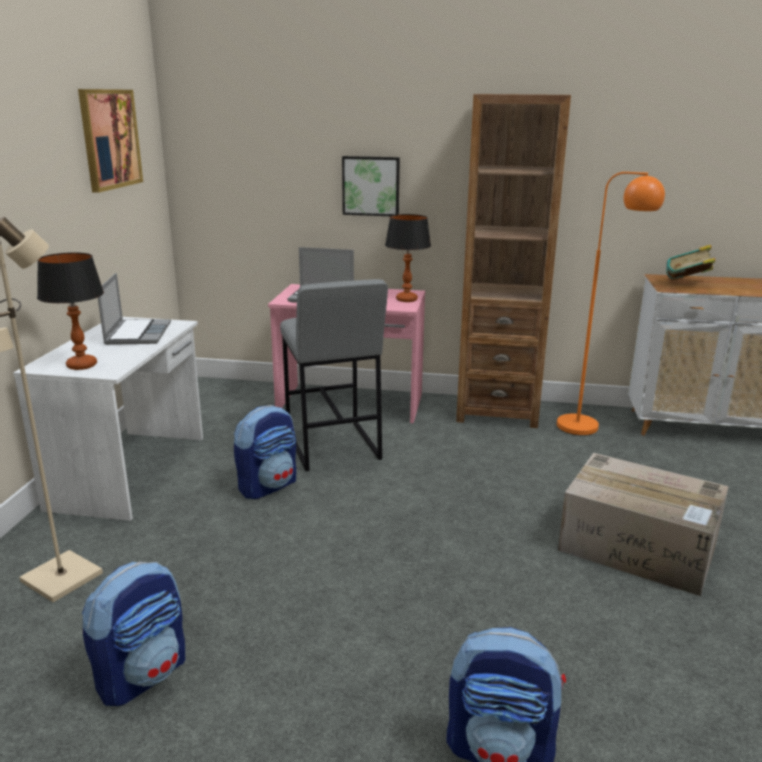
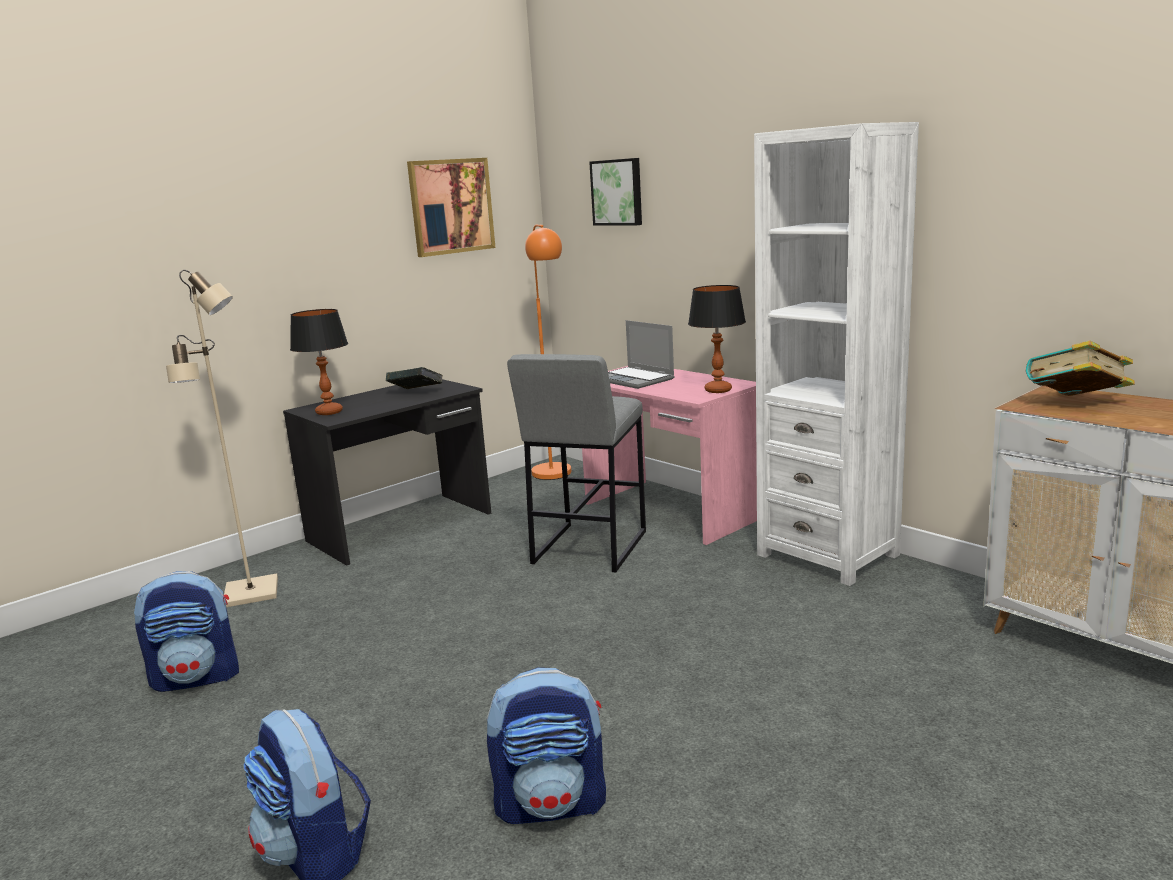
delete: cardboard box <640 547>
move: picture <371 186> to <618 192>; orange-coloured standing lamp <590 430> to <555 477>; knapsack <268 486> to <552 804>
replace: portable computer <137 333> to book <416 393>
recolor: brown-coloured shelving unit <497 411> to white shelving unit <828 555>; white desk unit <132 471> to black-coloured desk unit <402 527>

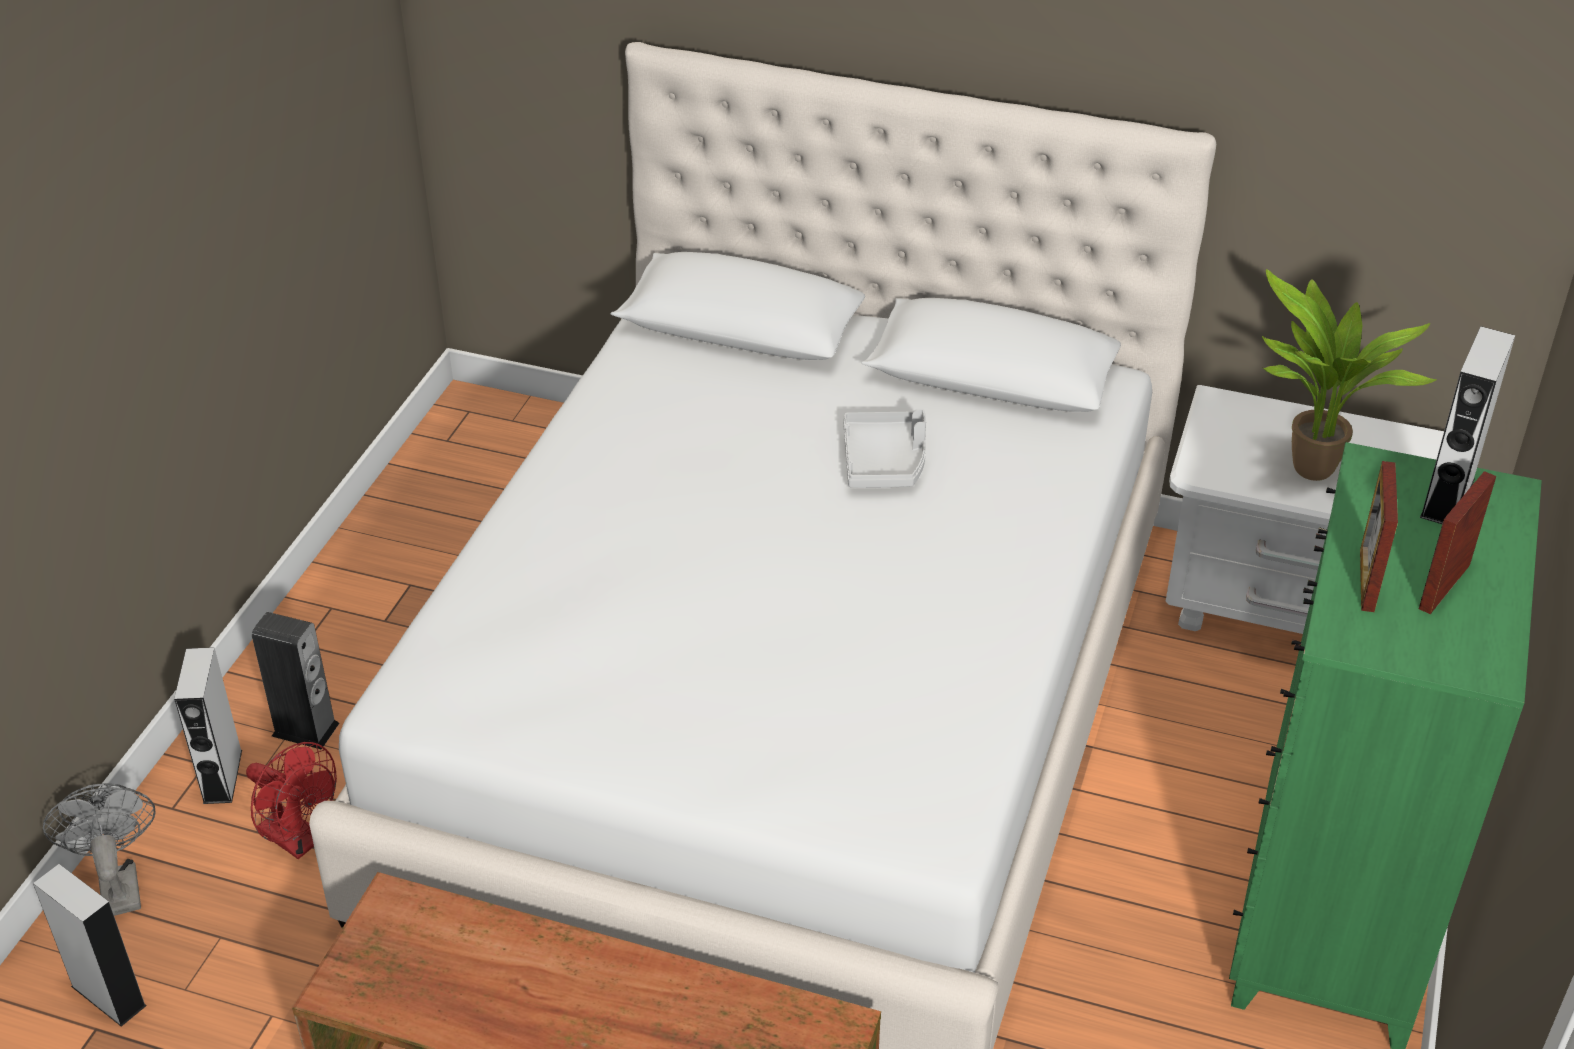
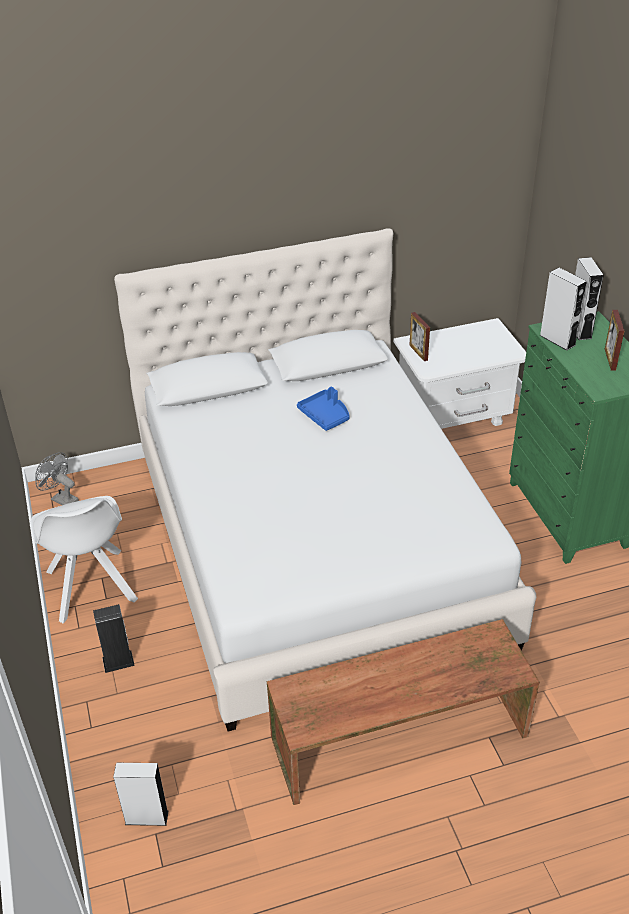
delete: plant in a pot <1308 474>; reddish electric fan <299 840>
insert: white upright chair <91 587>
move: standing frame <1367 580> to <418 352>; gray speaker <222 776> to <557 340>; gray electric fan <118 884> to <61 499>
recolor: gray tray <885 461> to blue tray <325 415>

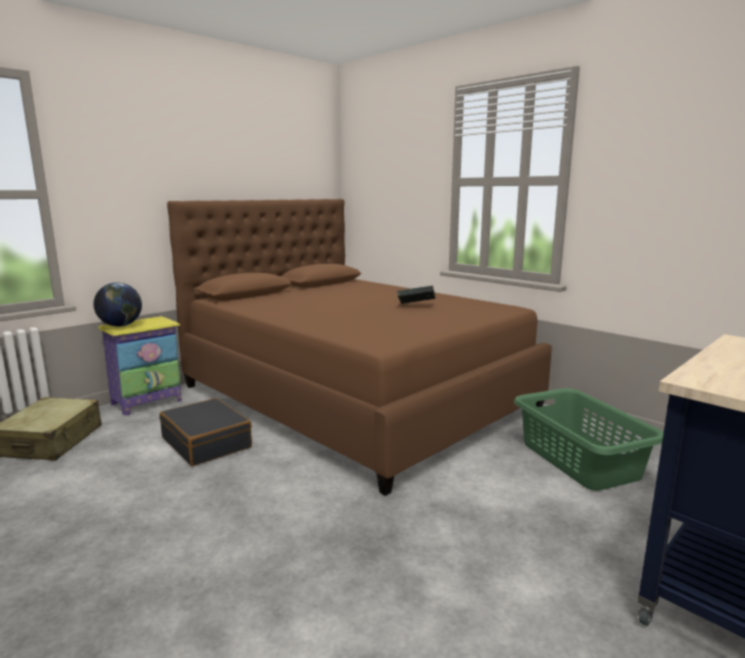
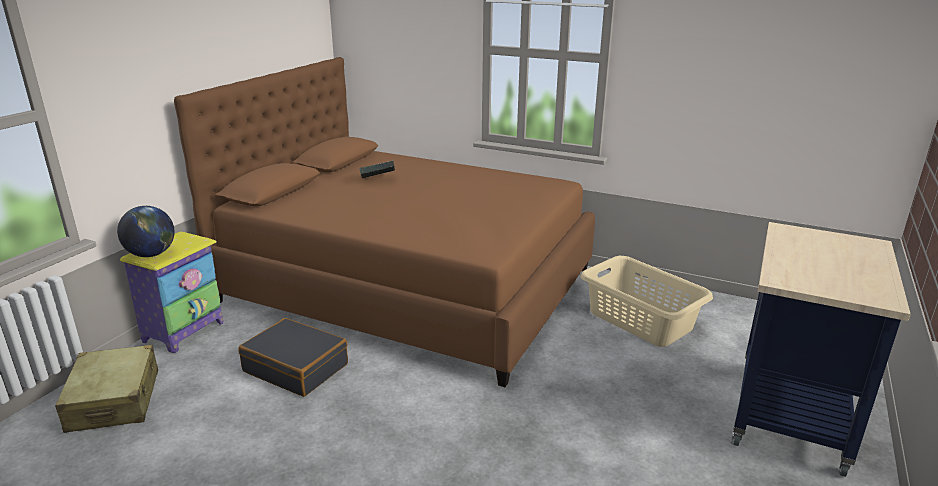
move: book <416 306> to <377 180>
recolor: greenish washing basket <579 459> to sand-coloured washing basket <640 319>

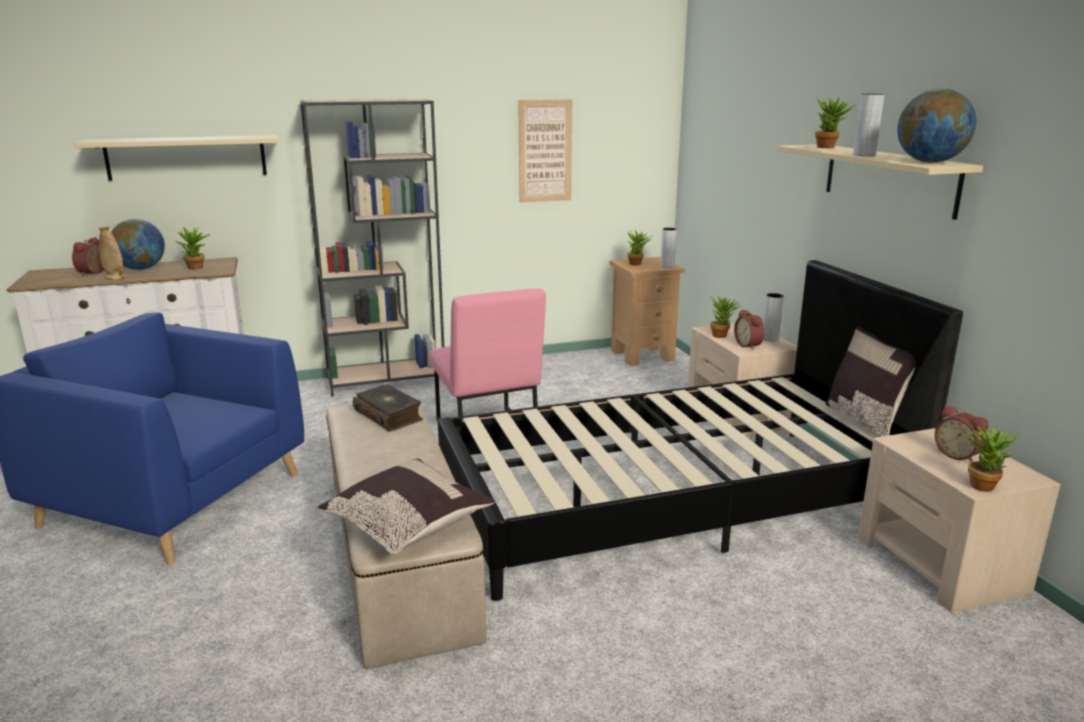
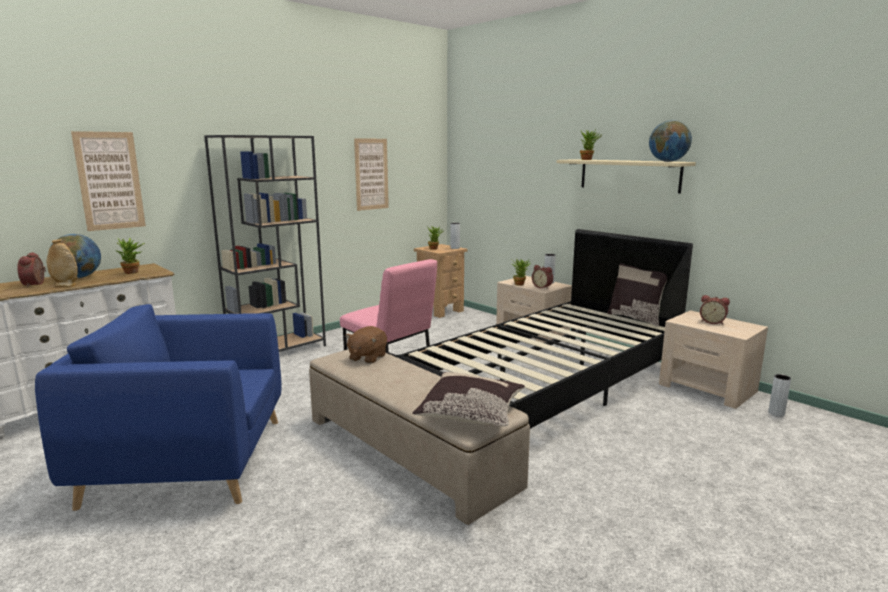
delete: plant in a pot <983 485>
move: gray flower vase <864 155> to <776 413>
replace: sand-coloured shelf <186 157> to picture <110 181>; book <389 416> to brown-coloured soft toy <367 357>

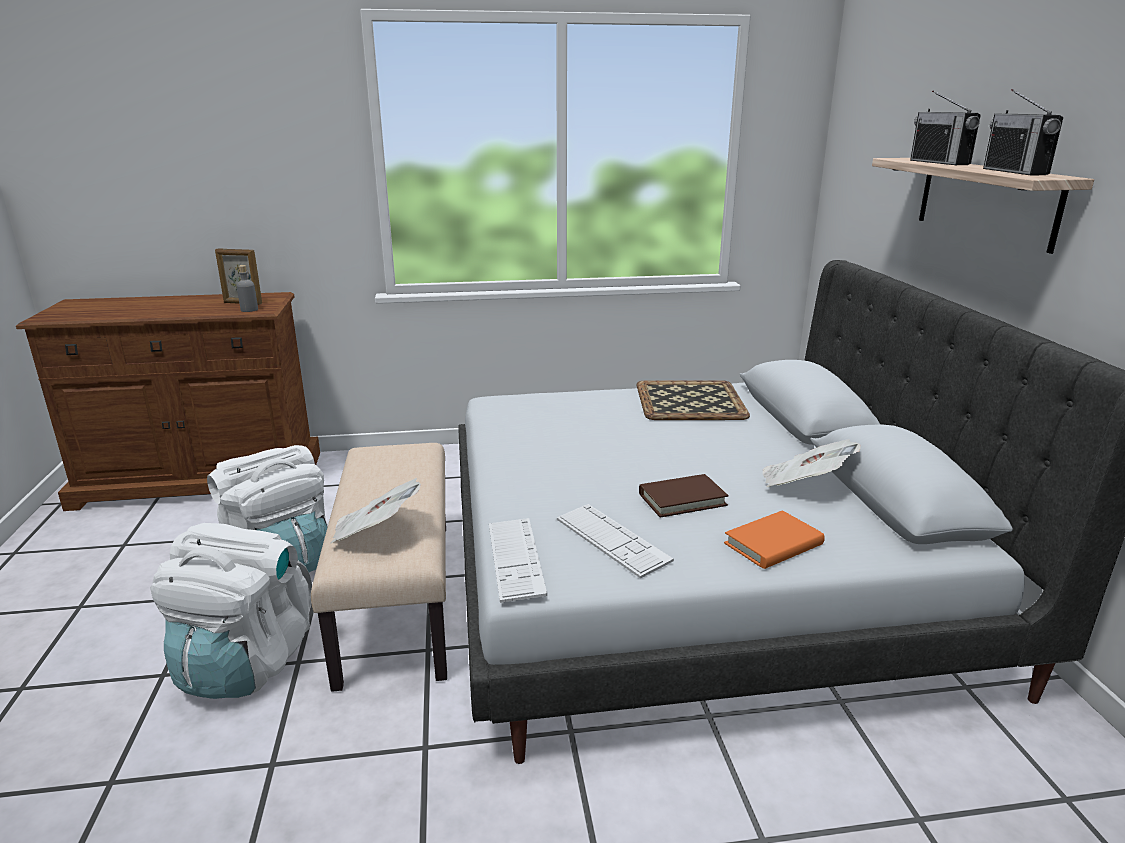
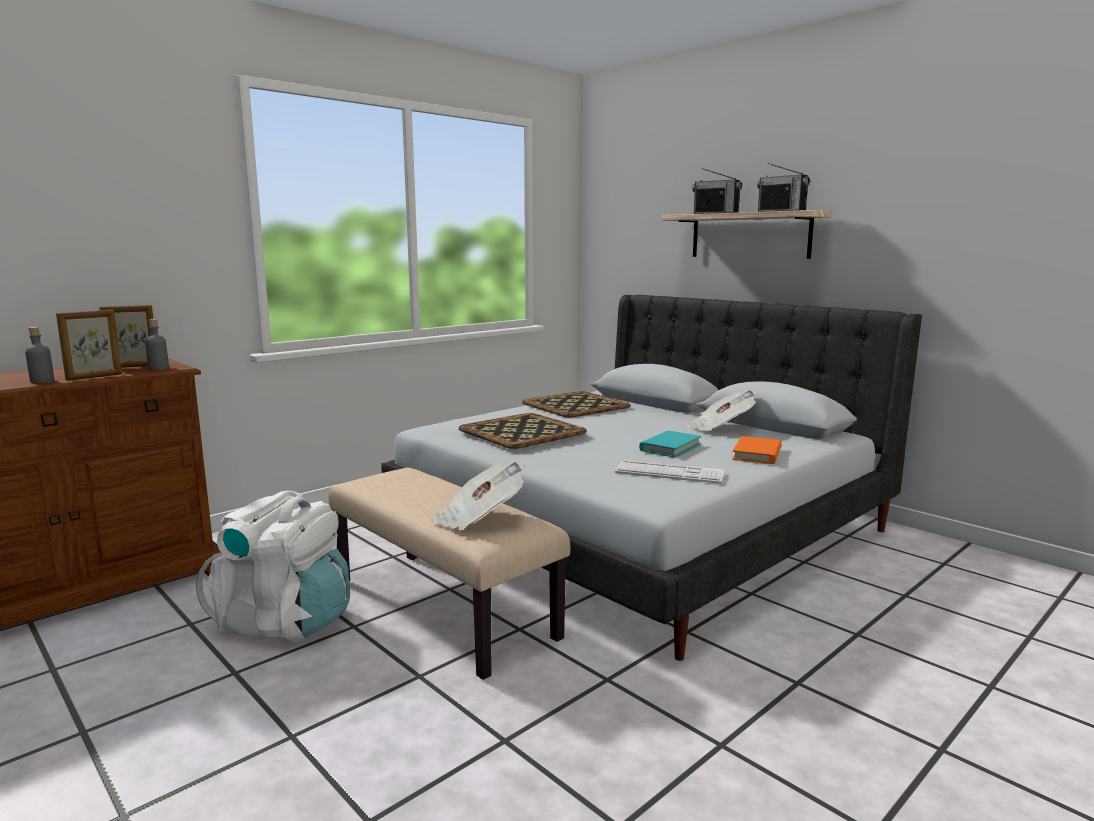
delete: keyboard <515 559>; white knapsack <245 661>
insert: standing frame <95 377>; gray beverage bottle <42 381>; tray <522 431>
recolor: brown-coloured book <682 499> to turquoise-coloured book <670 447>

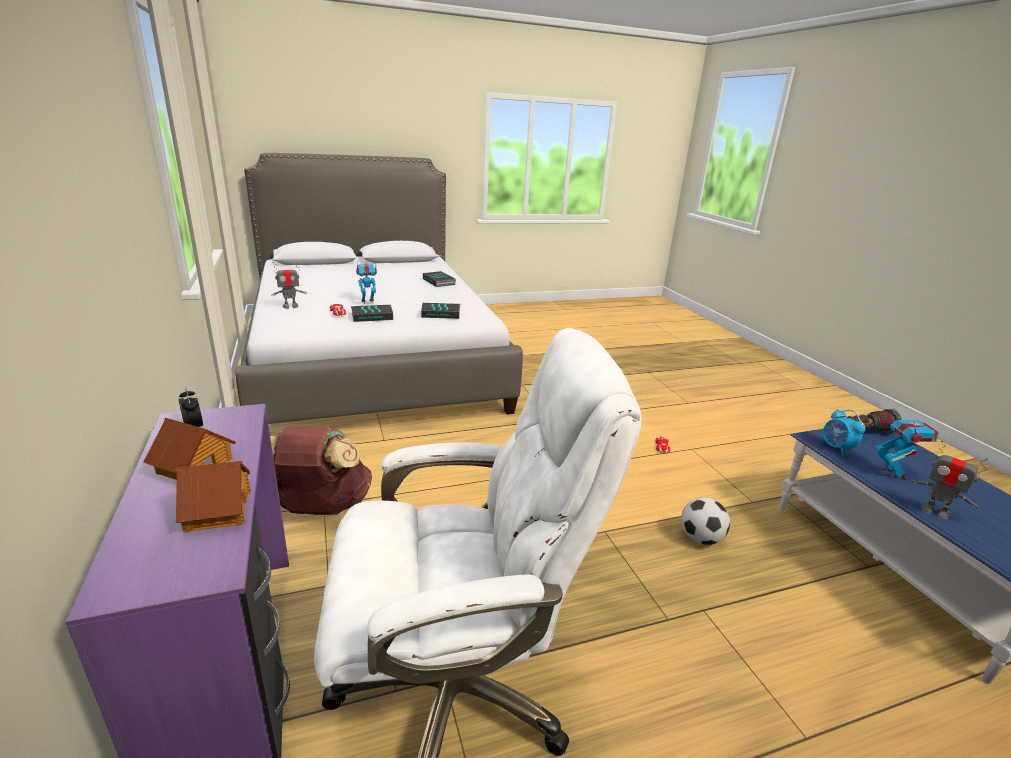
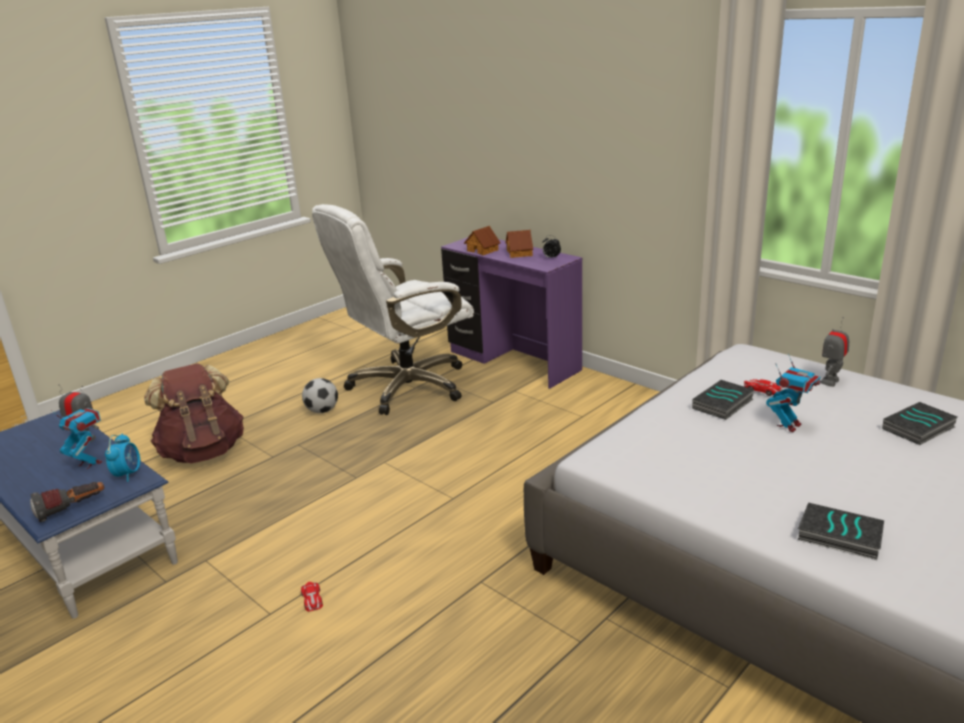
move: book <441 313> to <919 428>; brown-coloured knapsack <320 508> to <203 451>; football ball <700 538> to <322 411>
rotate: robot figure <893 473> = <89 463> 150 degrees clockwise; table clock <836 448> = <128 474> 45 degrees clockwise

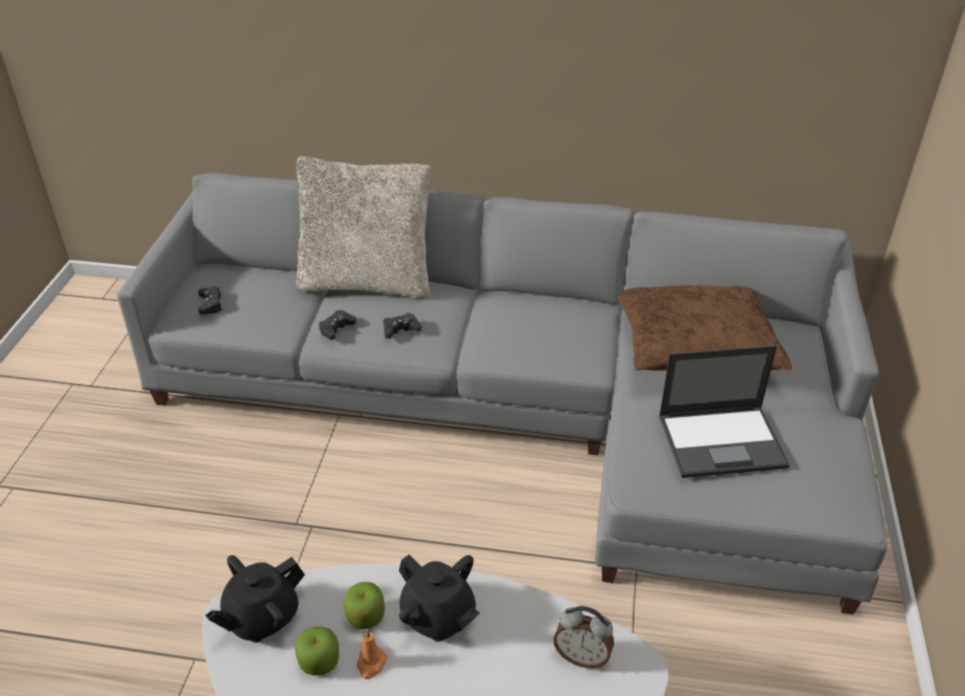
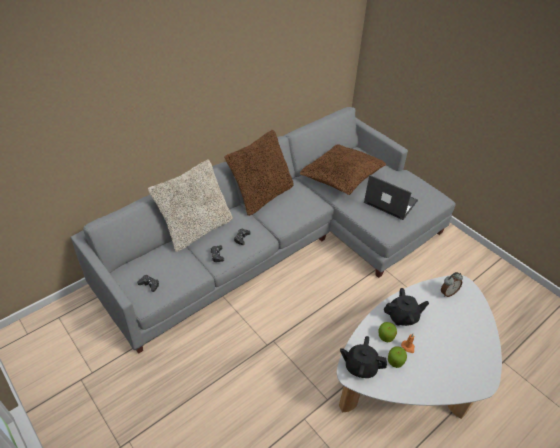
insert: brown-coloured pillow <262 194>
rotate: portable computer <723 441> = <389 201> 90 degrees counterclockwise; black-coloured teapot <261 617> = <360 367> 105 degrees clockwise

